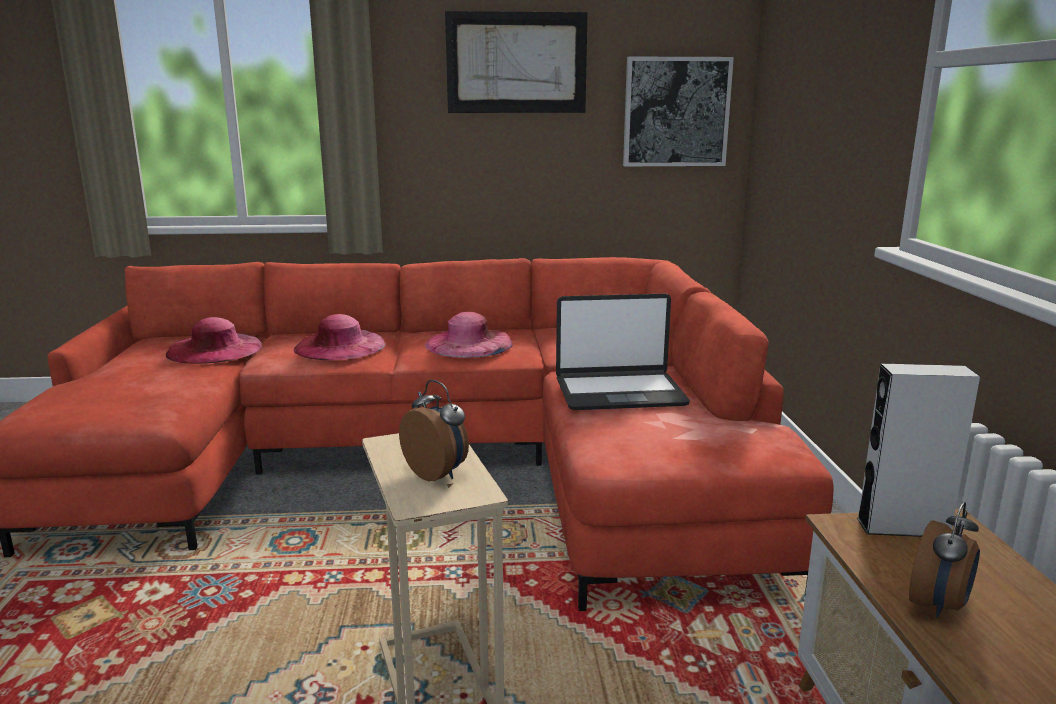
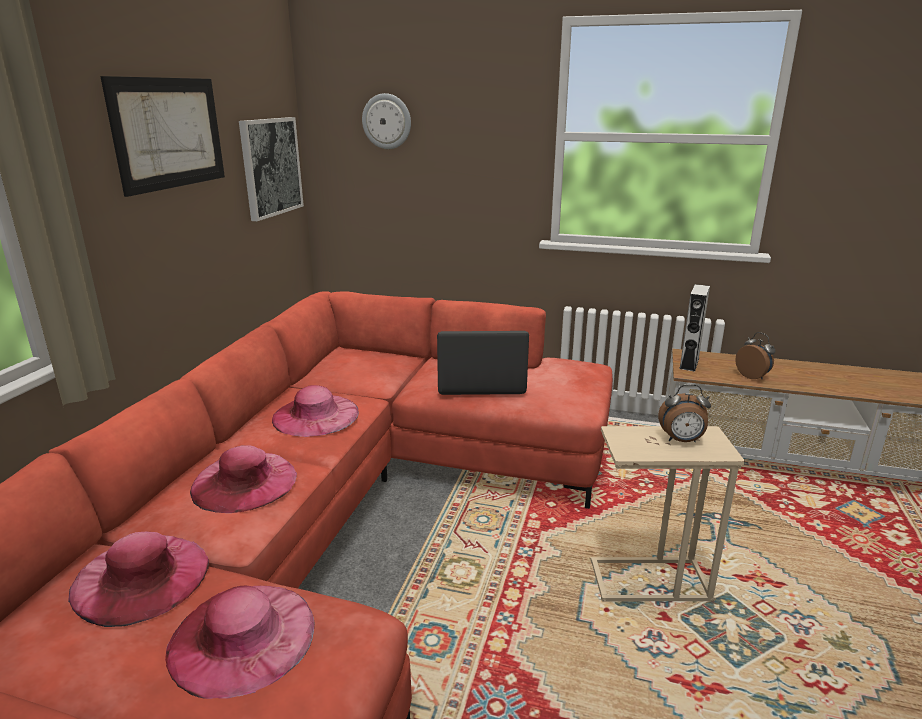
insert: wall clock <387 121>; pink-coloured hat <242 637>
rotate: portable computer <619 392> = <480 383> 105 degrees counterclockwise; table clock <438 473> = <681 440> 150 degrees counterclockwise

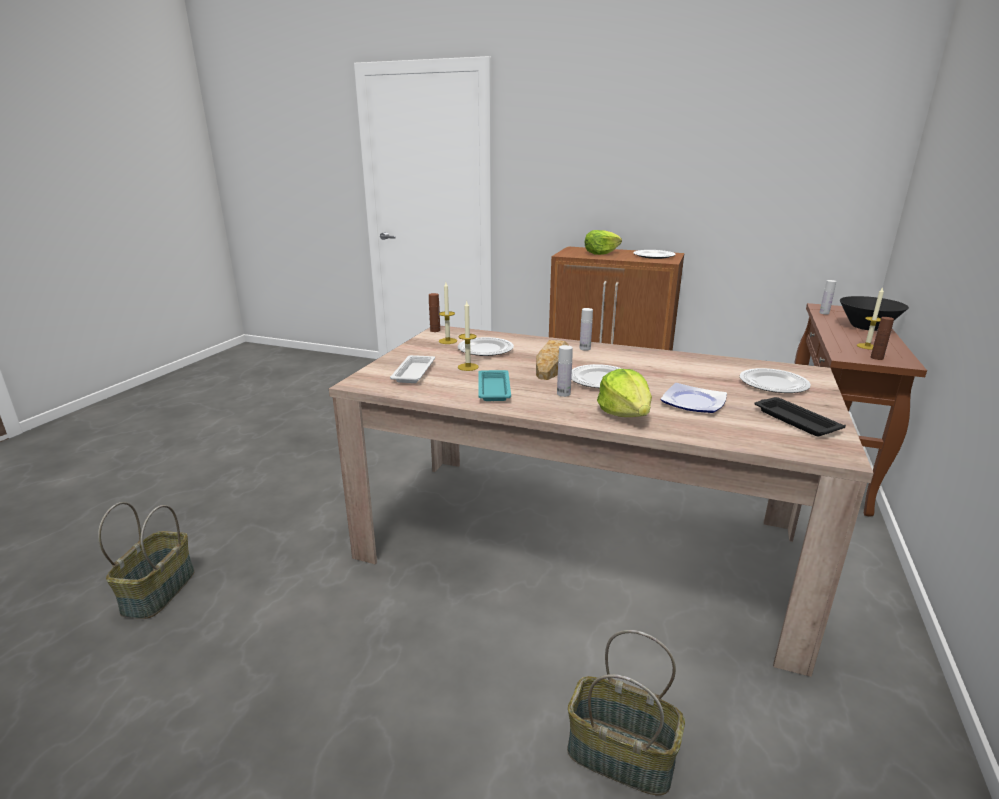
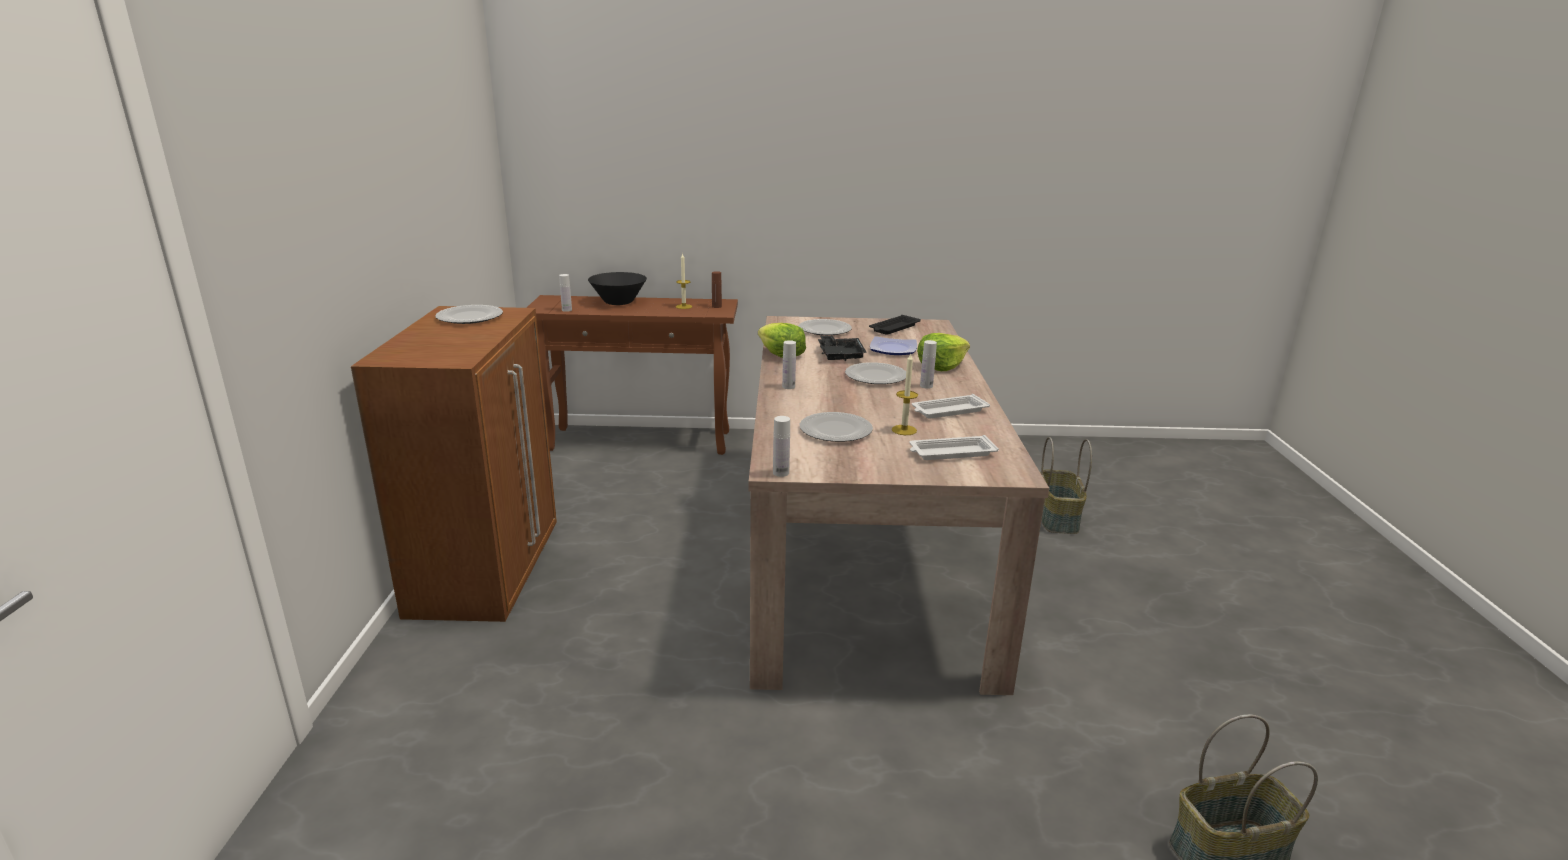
delete: candle <447 341>; bread <552 366>
insert: black-coloured tray <840 355>
move: head of lettuce <601 253> to <781 355>
recolor: brown-coloured beverage bottle <435 330> to white beverage bottle <781 473>; turquoise-coloured tray <494 389> to white tray <948 411>

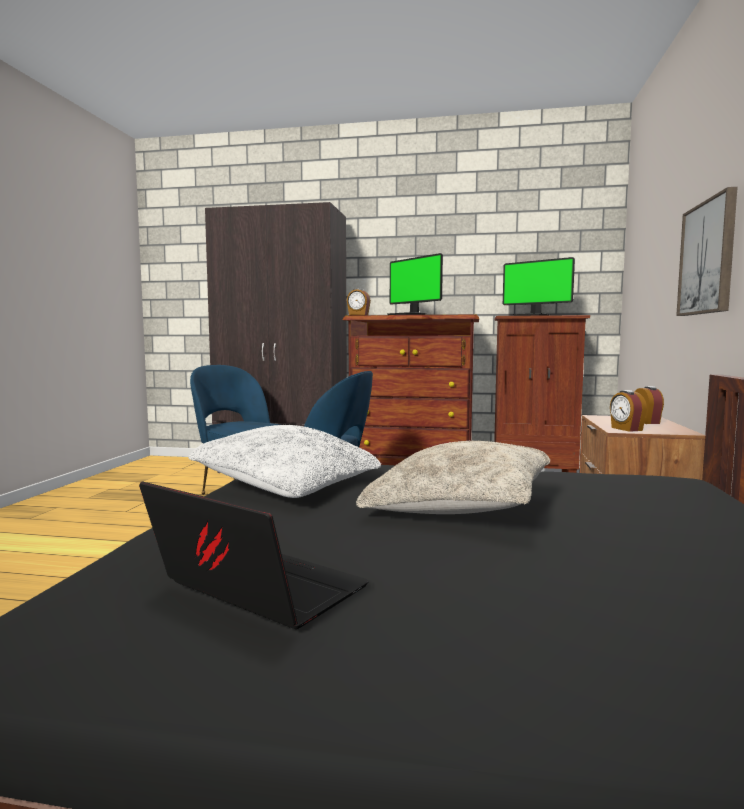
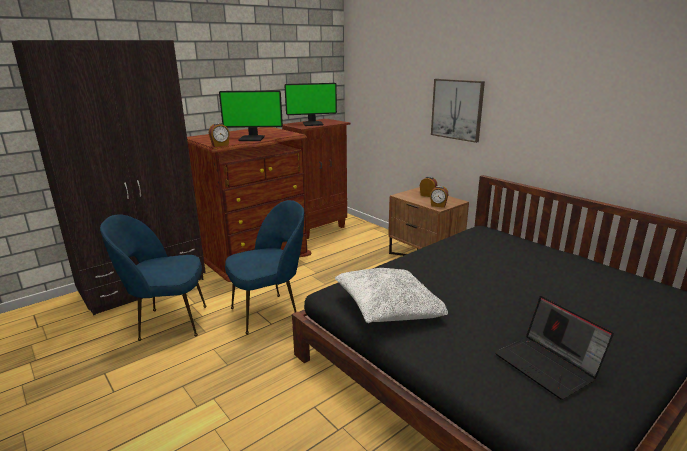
delete: sand-coloured pillow <459 507>
rotate: portable computer <254 591> = <548 366> 105 degrees counterclockwise

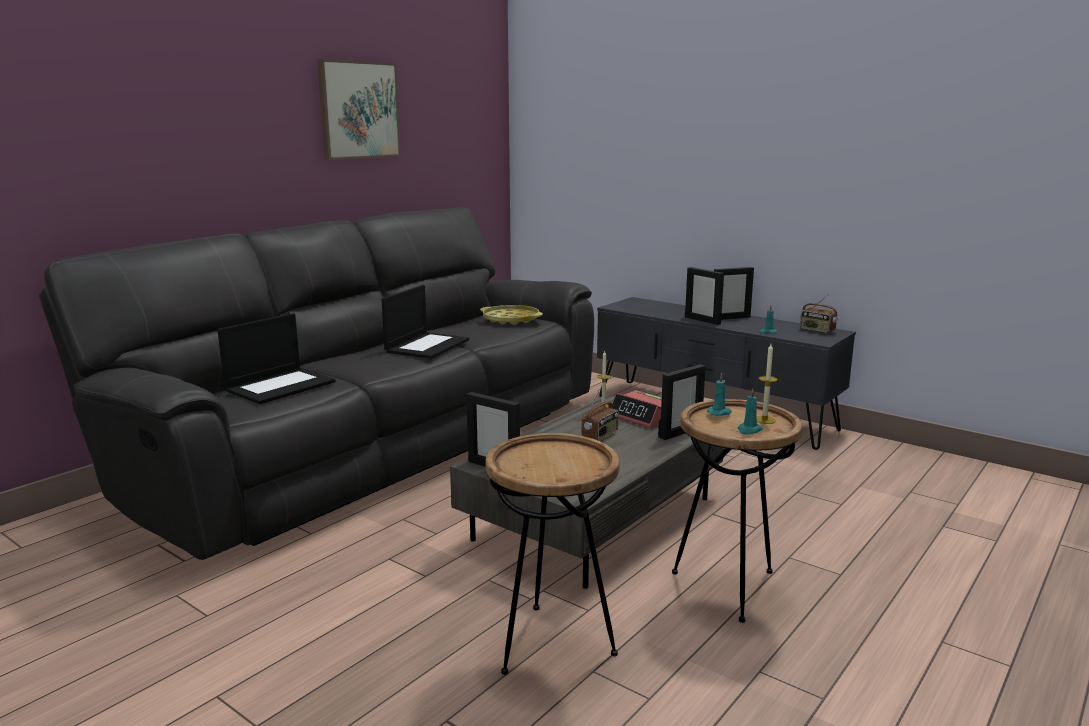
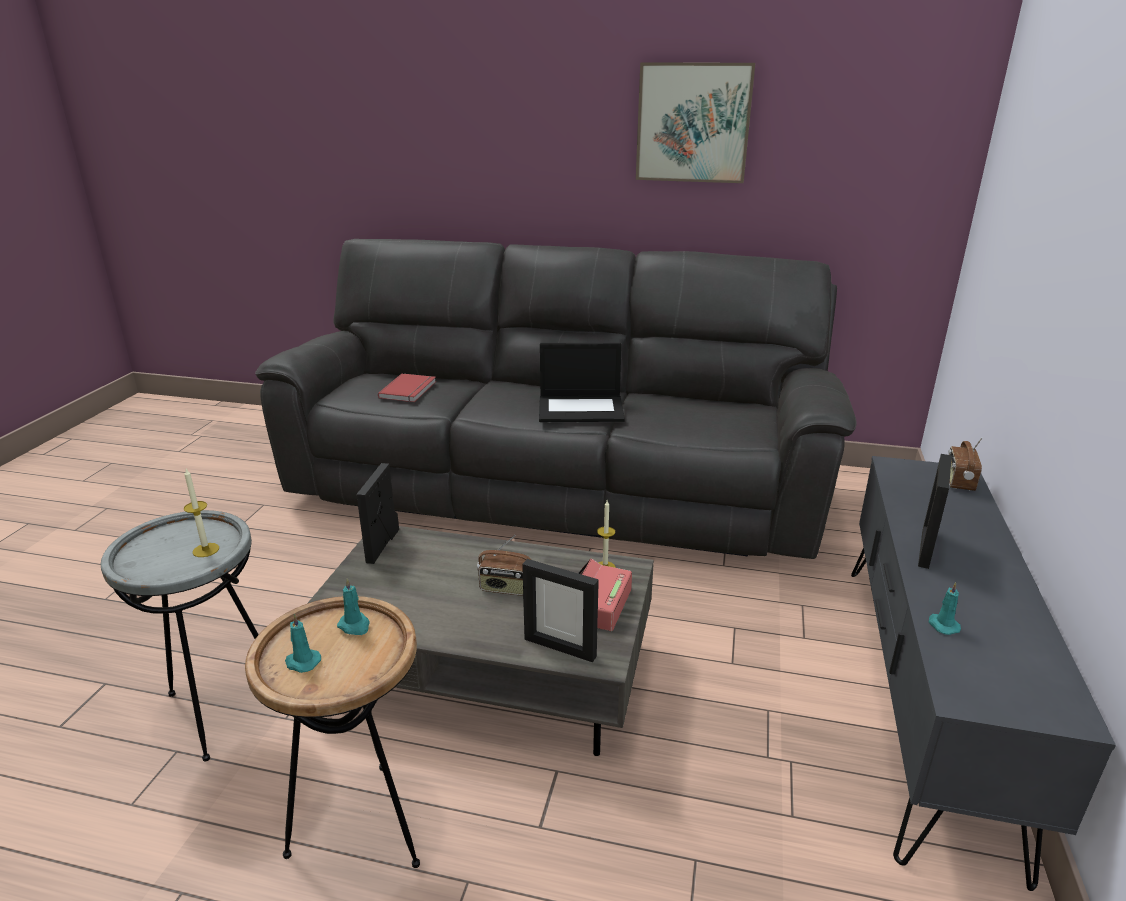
delete: standing frame <730 318>; yellowish tray <511 319>
move: radio set <817 330> to <958 481>; candle <764 420> to <206 550>
replace: portable computer <280 386> to reddish book <409 390>
recolor: brown-coloured end table <551 644> to gray end table <220 710>

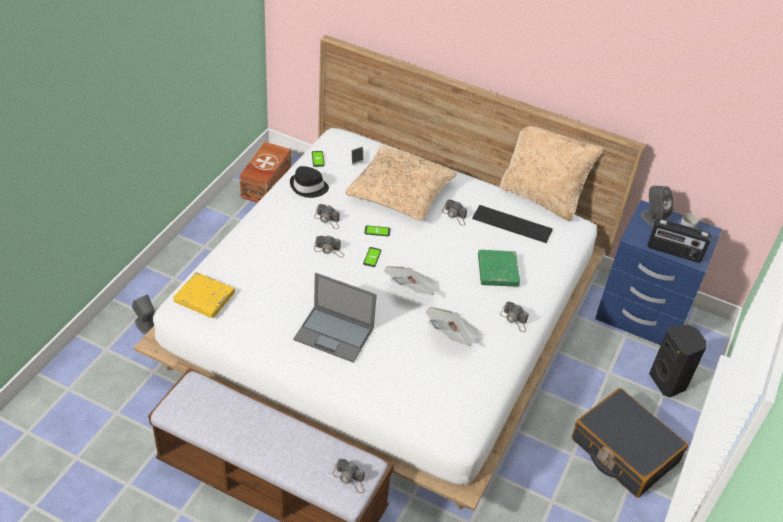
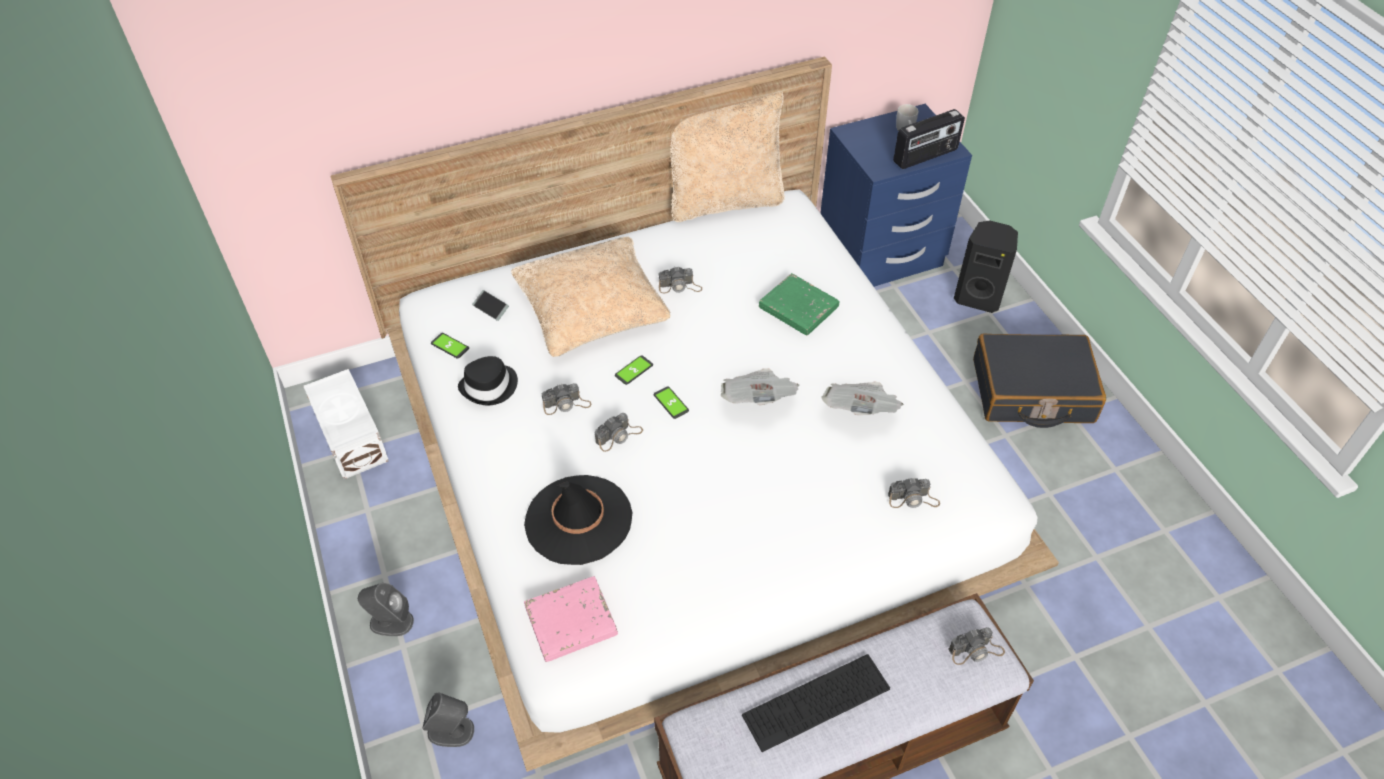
delete: portable computer <335 334>
insert: black-coloured hat <578 520>
move: gray speaker <653 219> to <391 622>; keyboard <512 224> to <816 702>; photo camera <514 320> to <913 499>
recolor: brown-coloured storage container <265 184> to white storage container <350 439>; yellowish book <204 298> to pink-coloured book <571 621>

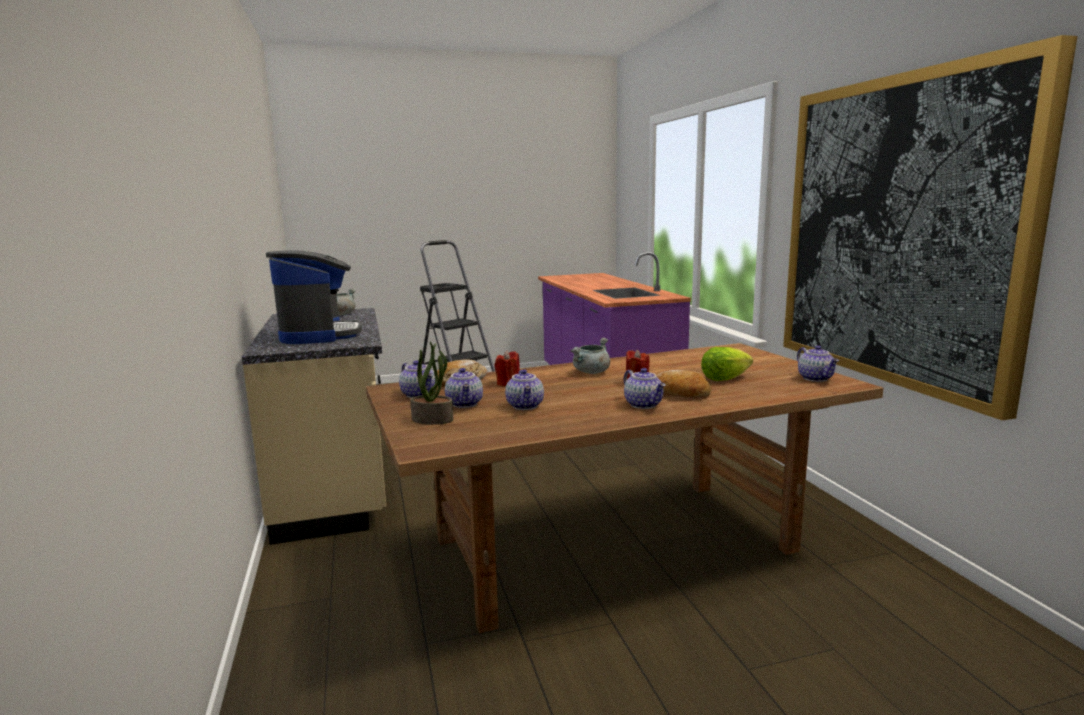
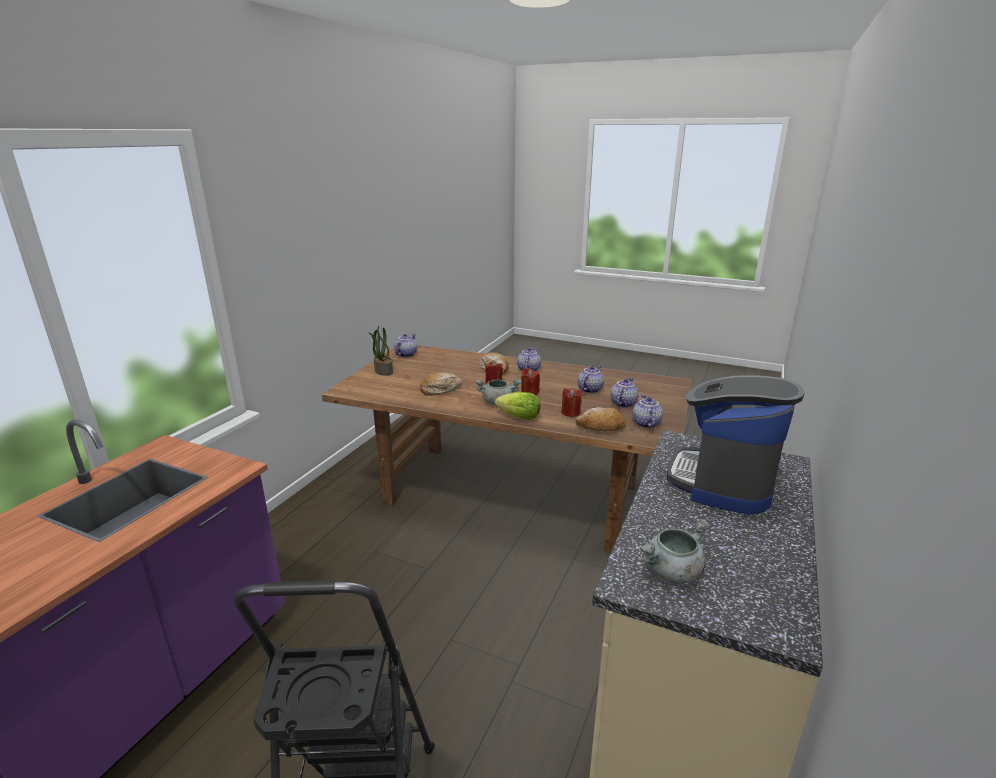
delete: picture <897 232>
insert: reddish candle <529 392>; bread <440 389>
move: plant in a pot <433 419> to <383 371>; head of lettuce <724 379> to <519 417>

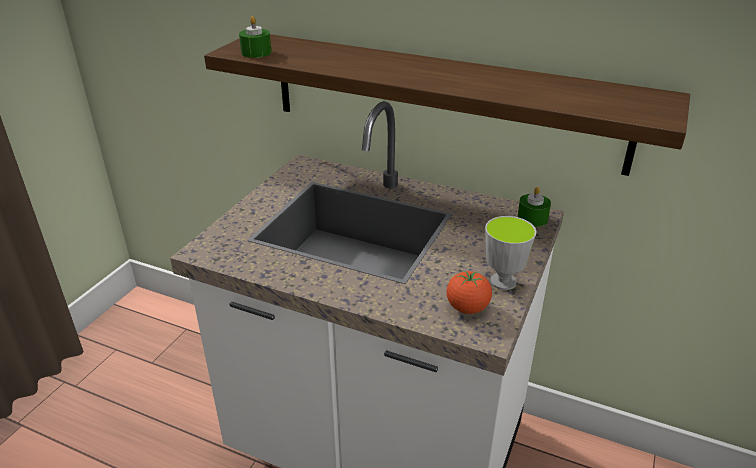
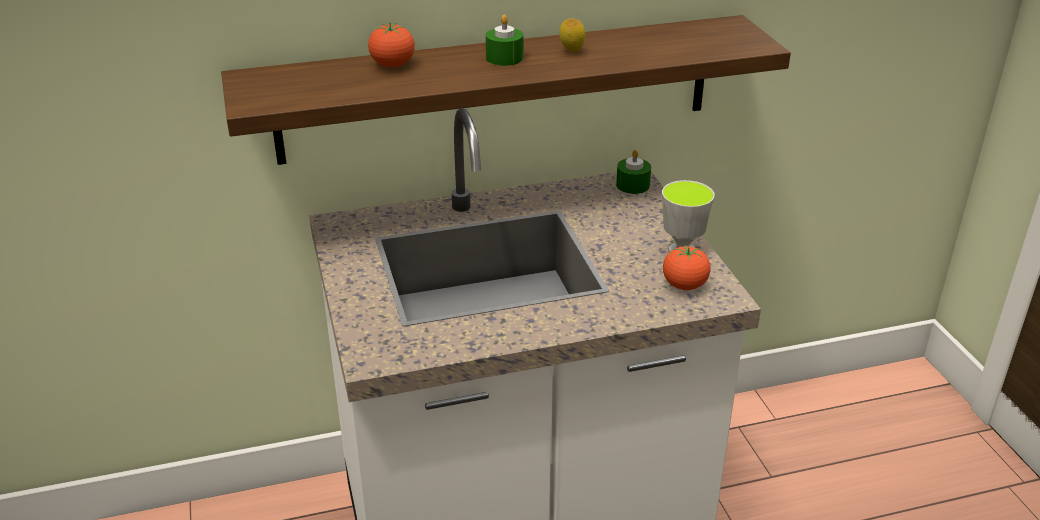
insert: lemon <571 52>; tomato <392 65>
move: greenish candle <256 52> to <504 58>

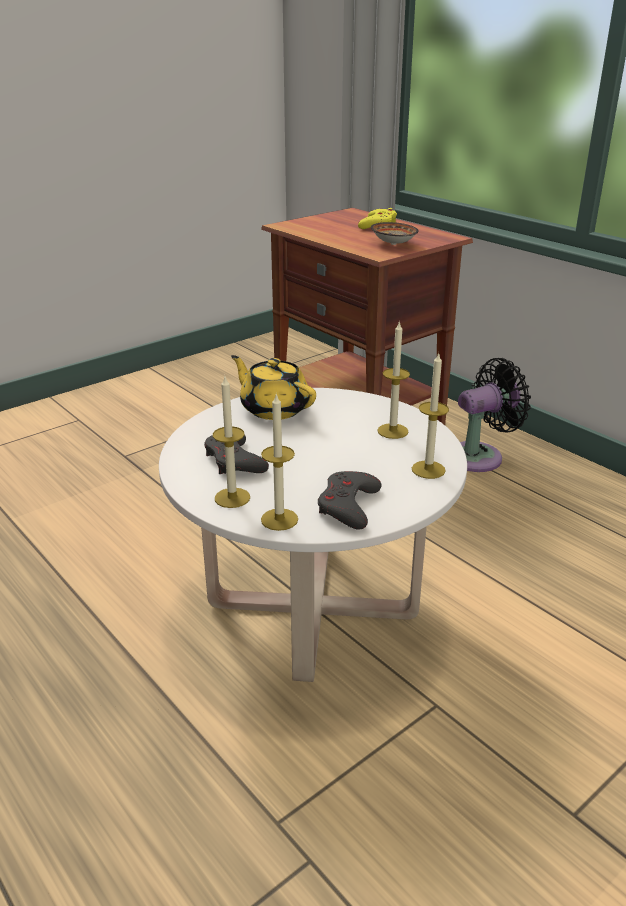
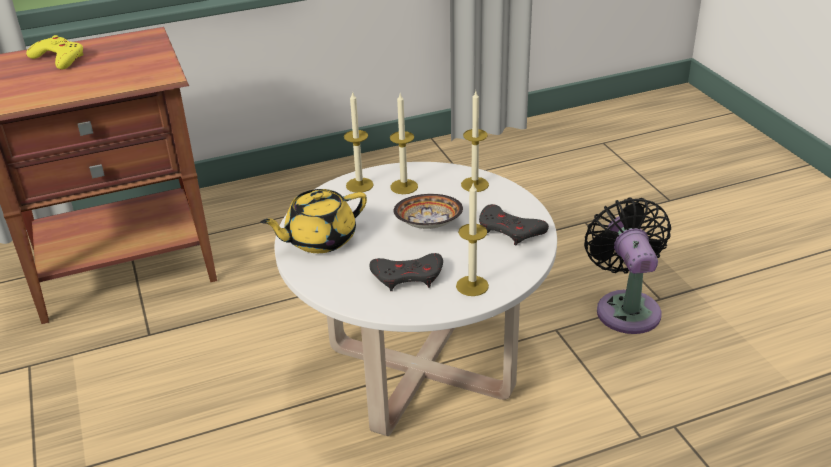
move: deep dish <393 244> to <430 225>; black-coloured electric fan <479 456> to <626 307>; candle <279 519> to <359 185>

